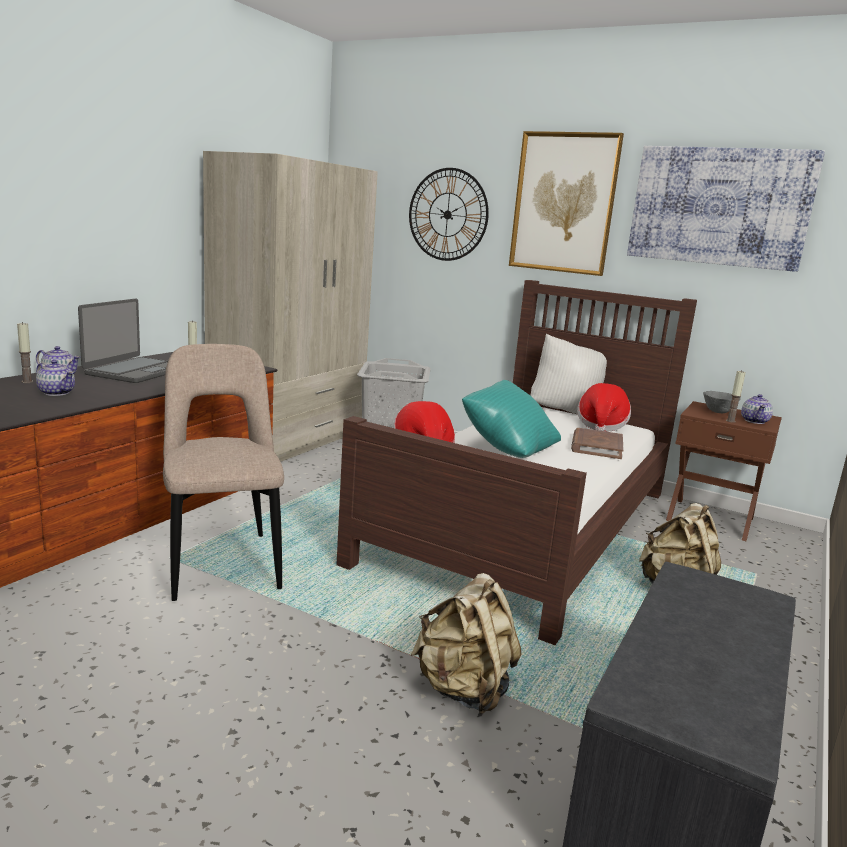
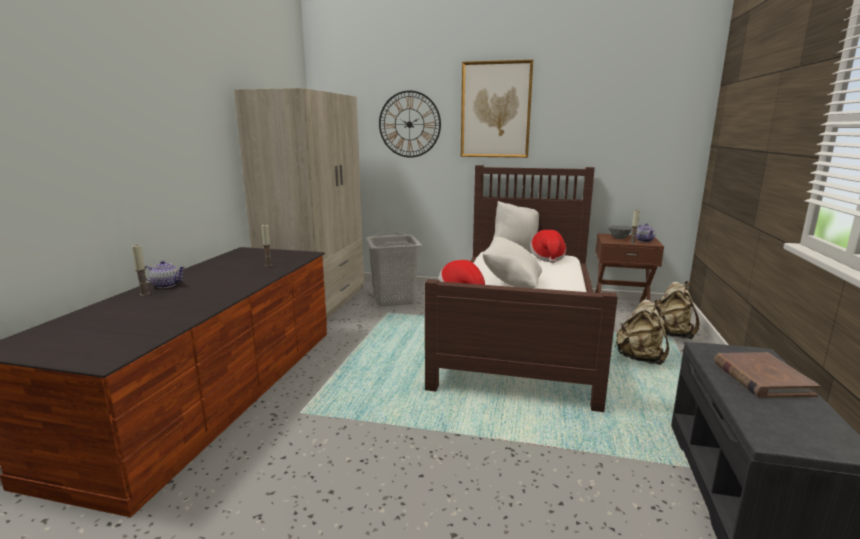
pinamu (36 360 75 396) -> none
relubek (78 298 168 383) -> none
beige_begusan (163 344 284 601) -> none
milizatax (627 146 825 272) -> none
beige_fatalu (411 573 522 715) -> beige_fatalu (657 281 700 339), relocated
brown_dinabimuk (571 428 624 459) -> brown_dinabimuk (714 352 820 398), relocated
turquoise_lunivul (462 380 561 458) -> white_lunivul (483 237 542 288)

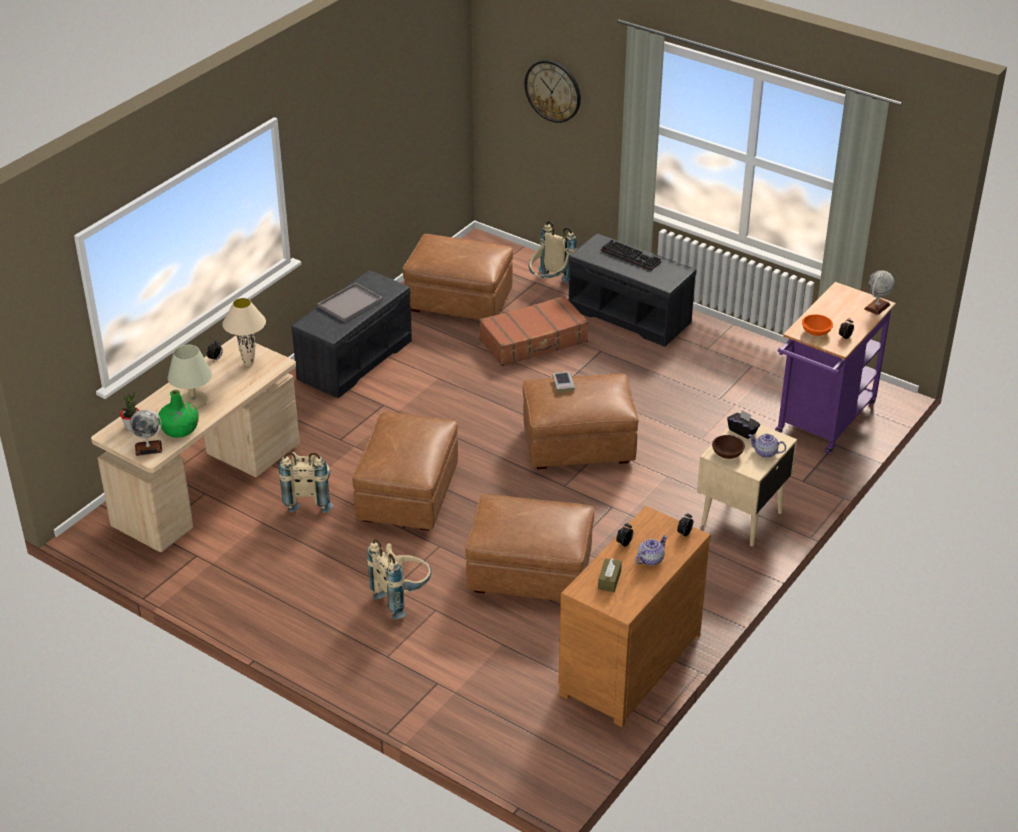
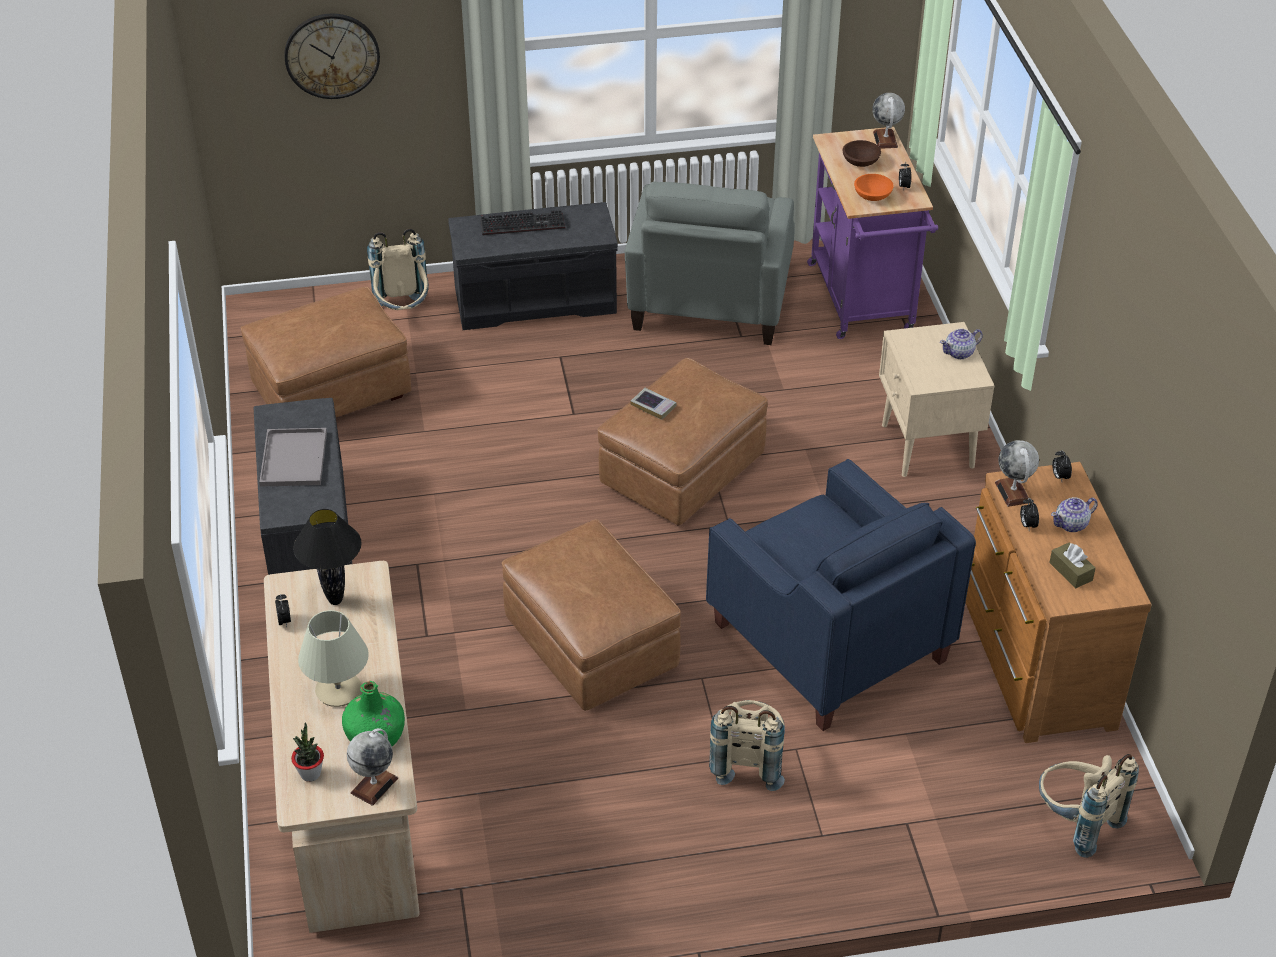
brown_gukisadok (479 295 588 366) -> none
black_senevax (727 410 760 439) -> none
none -> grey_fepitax (625 182 795 345)
none -> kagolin (995 440 1039 507)
beige_fatalu (279 452 333 513) -> beige_fatalu (1039 754 1139 858), relocated
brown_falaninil (712 435 745 459) -> brown_falaninil (842 140 881 167), relocated
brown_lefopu (465 494 594 601) -> blue_fepitax (706 459 976 731)
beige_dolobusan (222 298 266 366) -> black_dolobusan (293 509 362 605)
pinamu (635 535 668 566) -> pinamu (1051 497 1097 532), 120 degrees counterclockwise

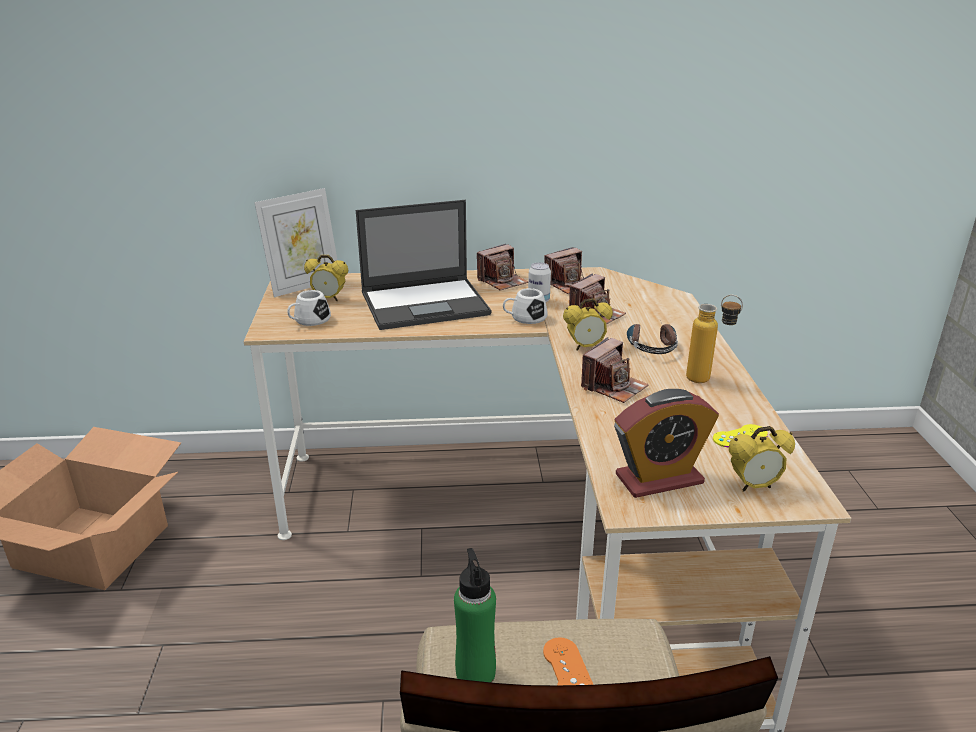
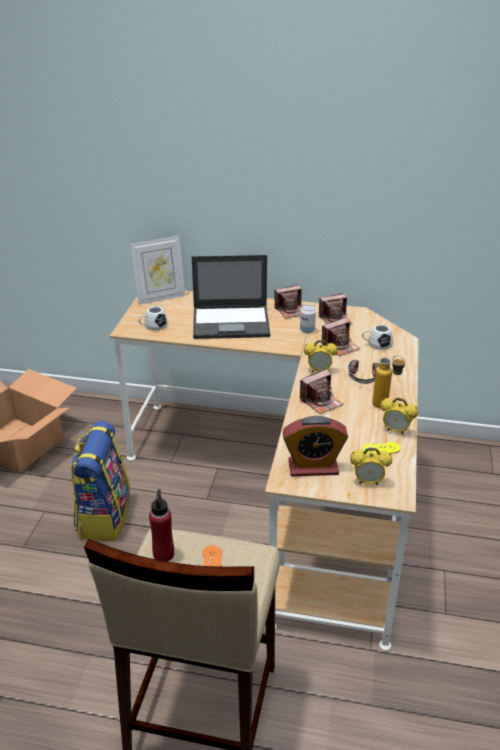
none -> fatalu (71 421 130 541)
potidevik (304 255 348 301) -> potidevik (380 398 418 435), relocated
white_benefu (503 288 547 324) -> white_benefu (362 325 393 350), relocated
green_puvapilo (454 548 496 682) -> red_puvapilo (149 489 174 562)

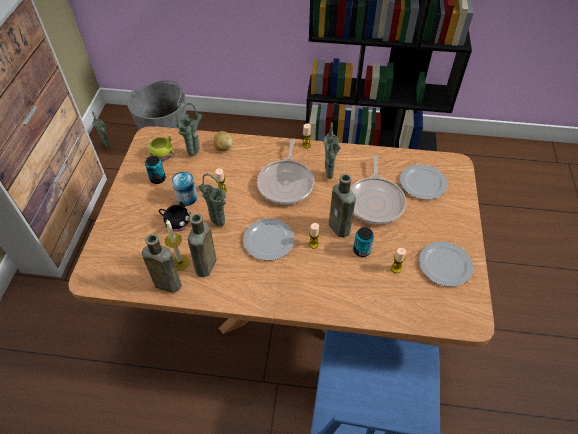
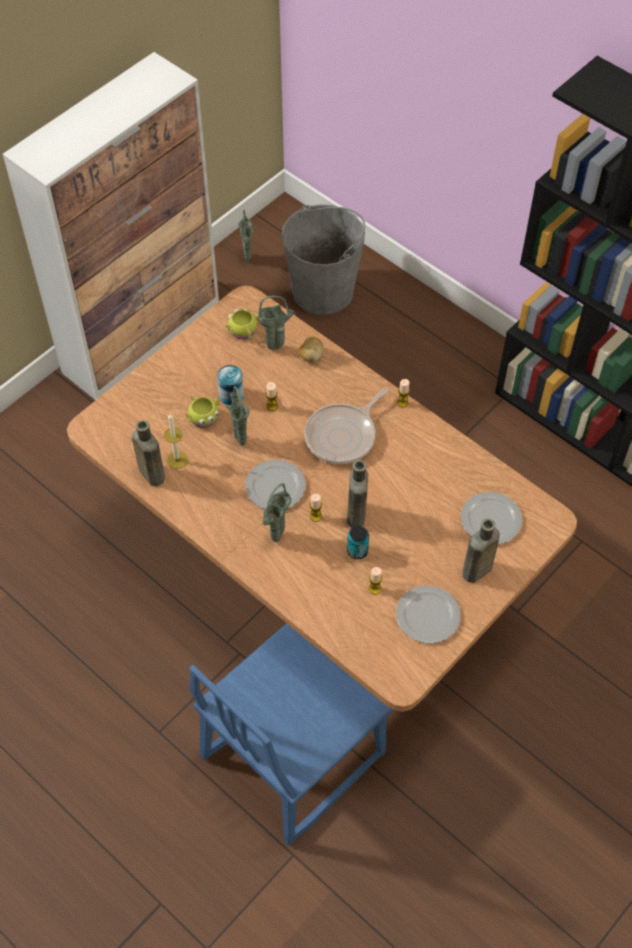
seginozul (145 156 166 184) -> none
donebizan (350 155 406 224) -> none
brown_puvapilo (188 213 216 277) -> brown_puvapilo (459 518 500 583), relocated
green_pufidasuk (323 122 340 179) -> green_pufidasuk (263 483 291 542), relocated
black_benefu (159 201 191 232) -> yellow_benefu (186 394 219 428)

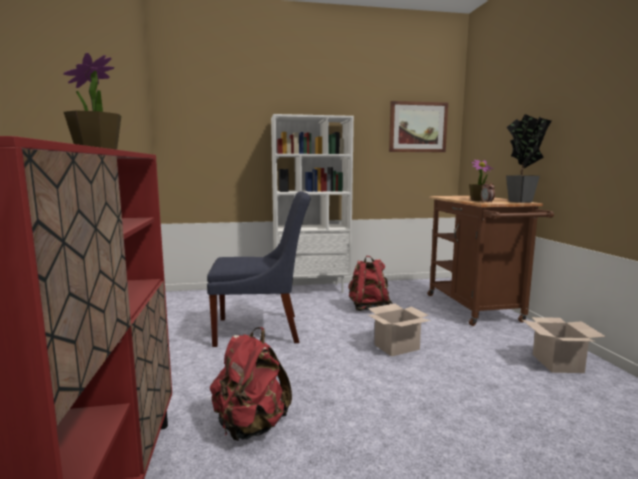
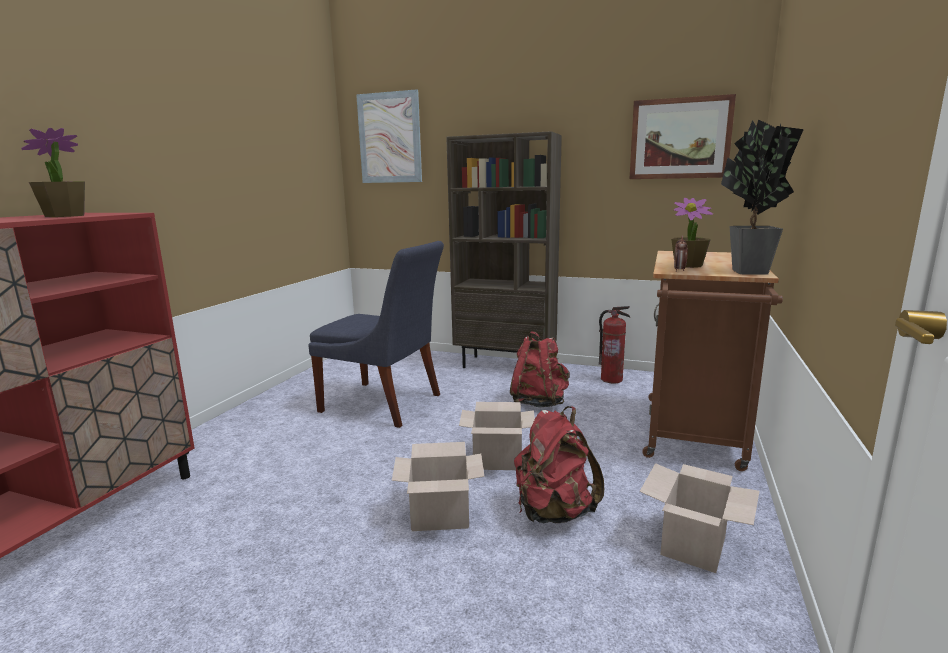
none -> milizatax (356 89 422 183)
none -> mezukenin (392 442 484 531)
none -> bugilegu (599 306 630 383)
red_fatalu (210 327 292 441) -> red_fatalu (514 406 604 523), relocated
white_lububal (271 114 354 293) -> brown_lububal (446 131 562 368)

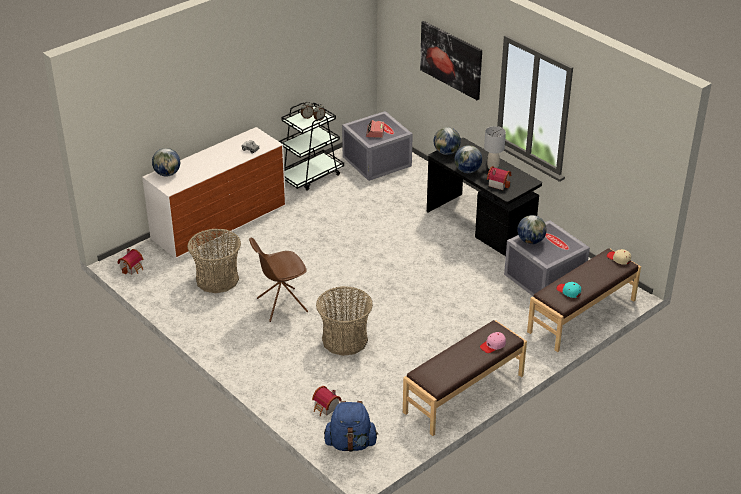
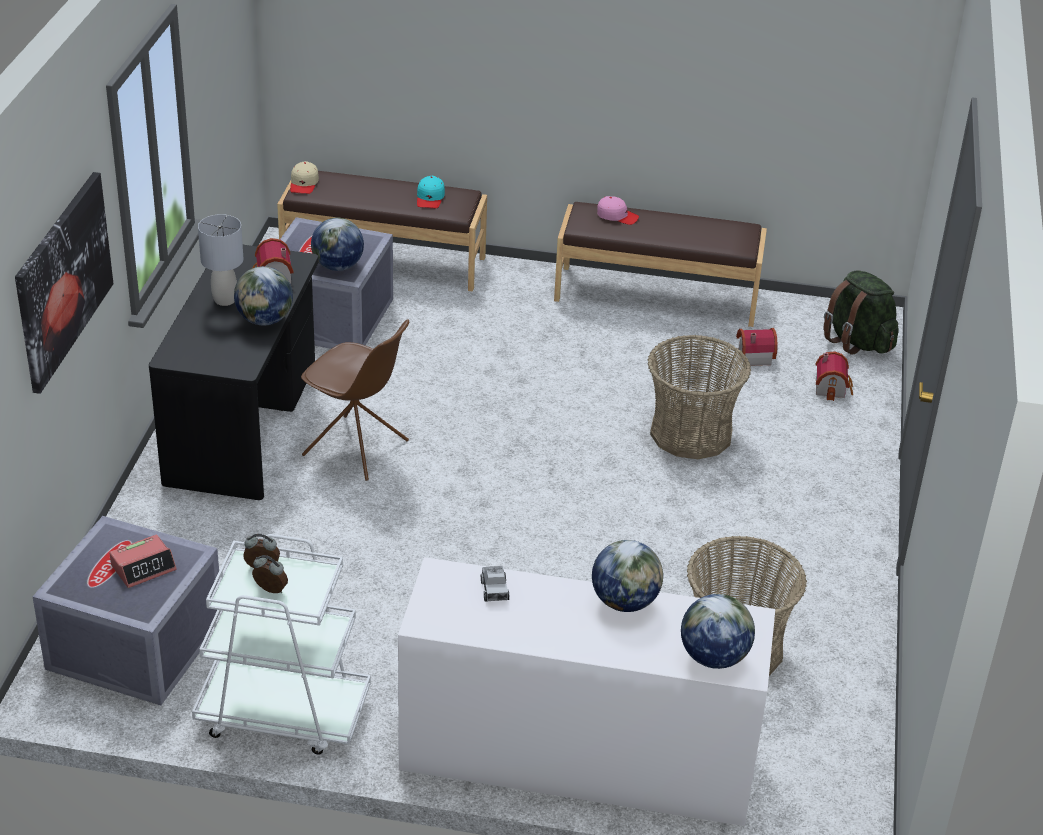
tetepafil (117 249 143 274) -> tetepafil (736 328 778 366), relocated
brown_begusan (249 237 308 322) -> brown_begusan (301 319 409 481), relocated
kagolin (434 127 461 155) -> kagolin (592 540 663 612), relocated
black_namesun (279 102 344 191) -> white_namesun (192 534 371 755)
blue_fatalu (324 401 378 452) -> green_fatalu (823 270 899 355)

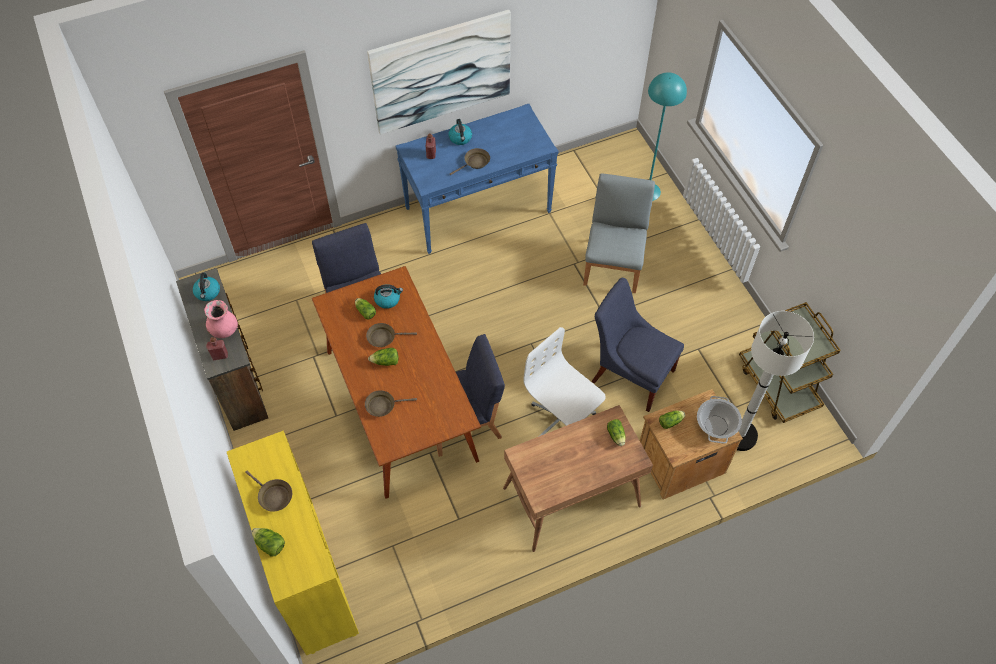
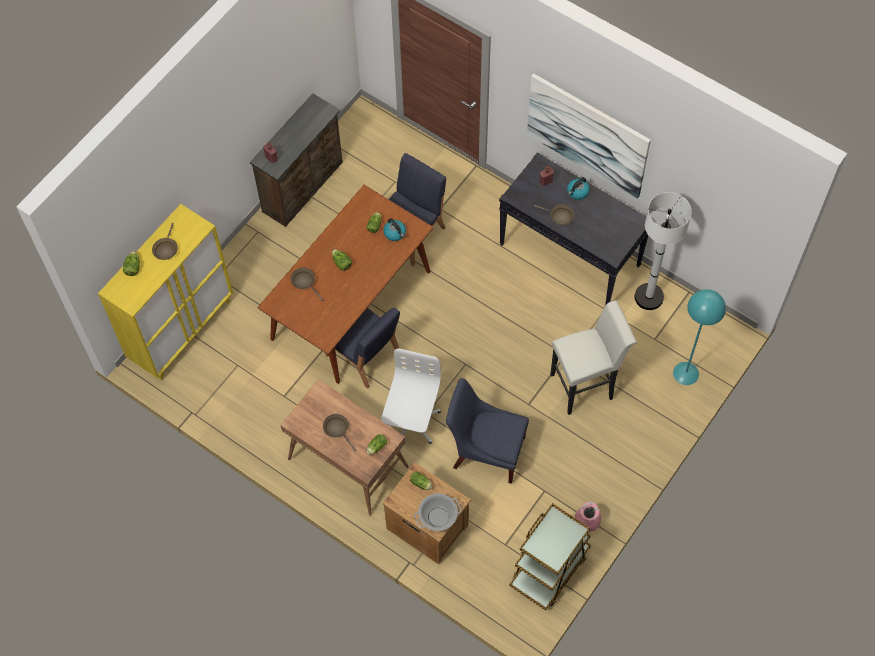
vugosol (193 273 220 301) -> none
pink_pufidasuk (204 300 238 338) -> pink_pufidasuk (575 502 601 532), relocated
brown_donebizan (366 323 417 347) -> brown_donebizan (323 414 356 451), relocated
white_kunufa (737 311 814 451) -> white_kunufa (635 192 692 310), relocated
grey_begusan (583 173 655 293) -> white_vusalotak (550 301 637 415)
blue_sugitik (396 104 558 254) -> black_sugitik (499 153 648 306)
blue_begusan (591 278 684 412) -> blue_begusan (446 378 529 484), 75 degrees counterclockwise

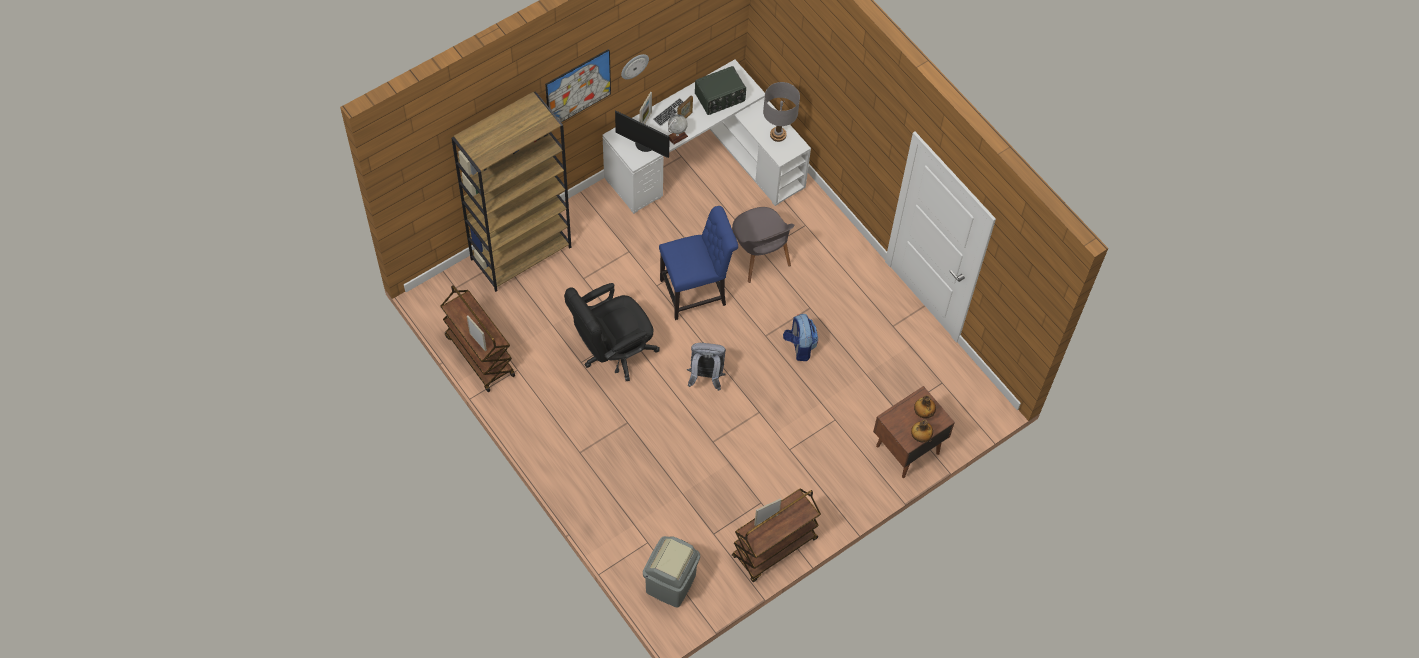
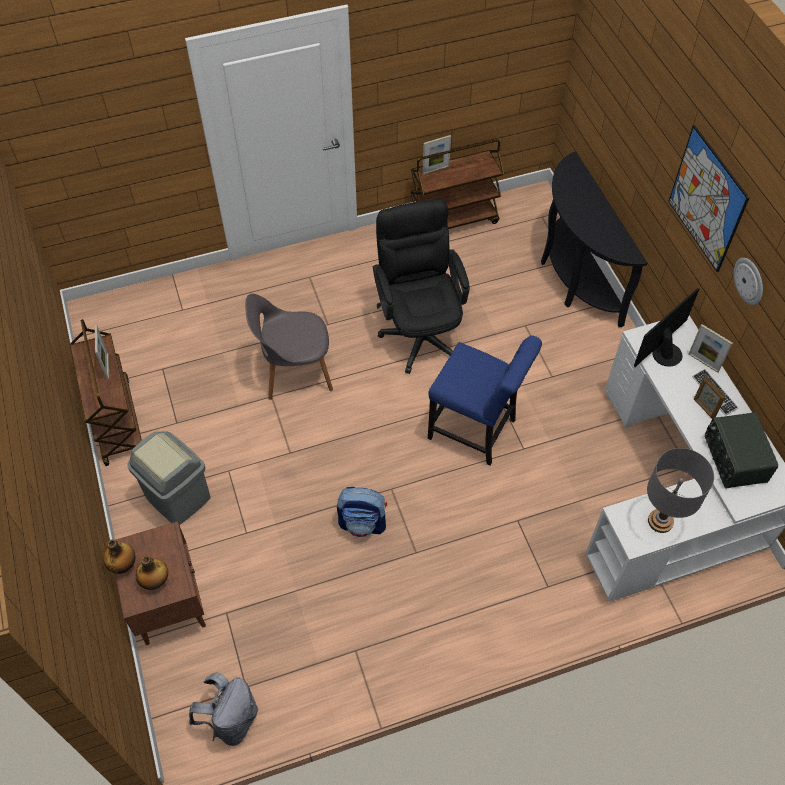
kagolin (668 114 688 145) -> none
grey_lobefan (643 536 700 608) -> grey_lobefan (127 431 211 525), relocated
grey_fatalu (687 342 726 391) -> grey_fatalu (189 673 258 746), relocated
grey_begusan (732 207 794 283) -> grey_begusan (245 294 333 400), relocated
brown_lububal (451 91 571 292) -> black_sugitik (541 151 647 327)
blue_begusan (659 206 738 320) -> blue_begusan (428 335 542 466), 60 degrees counterclockwise

